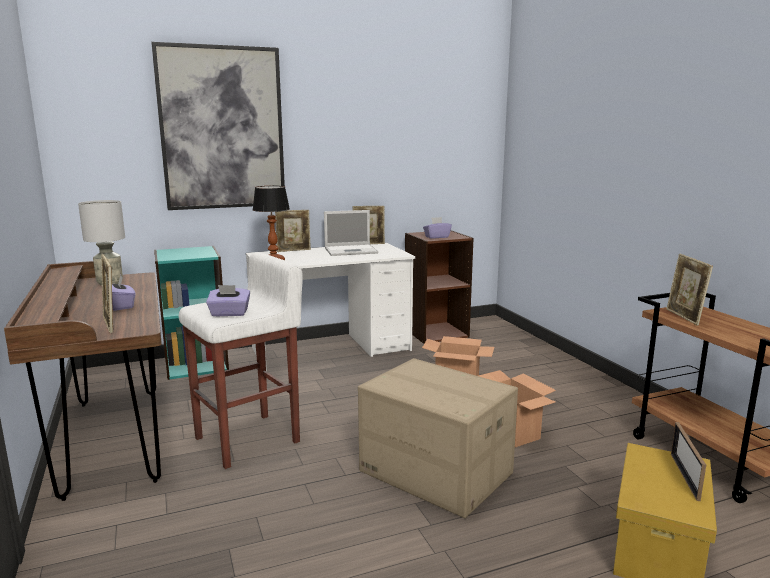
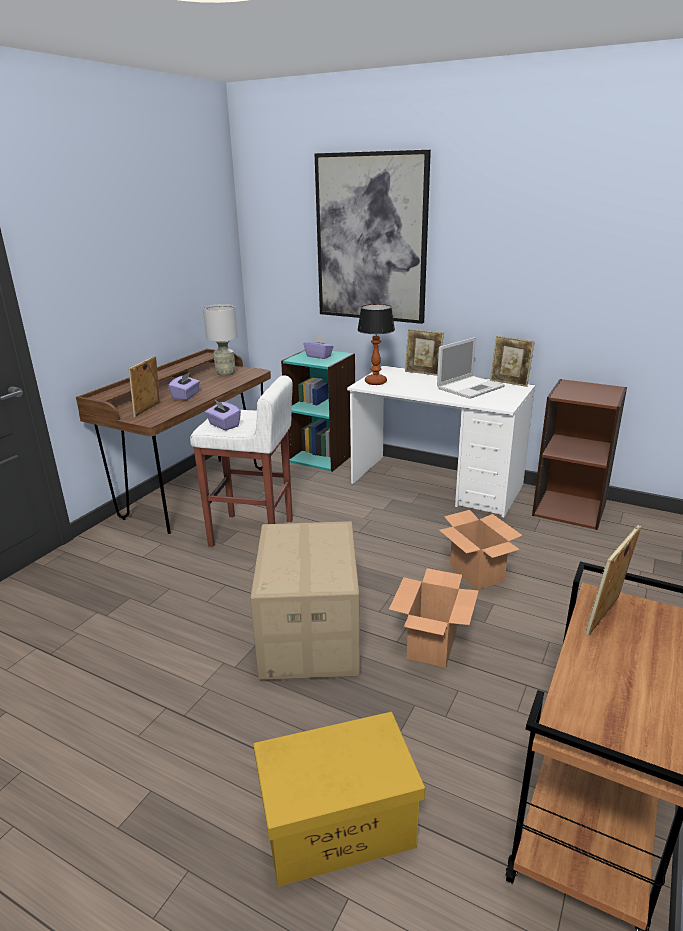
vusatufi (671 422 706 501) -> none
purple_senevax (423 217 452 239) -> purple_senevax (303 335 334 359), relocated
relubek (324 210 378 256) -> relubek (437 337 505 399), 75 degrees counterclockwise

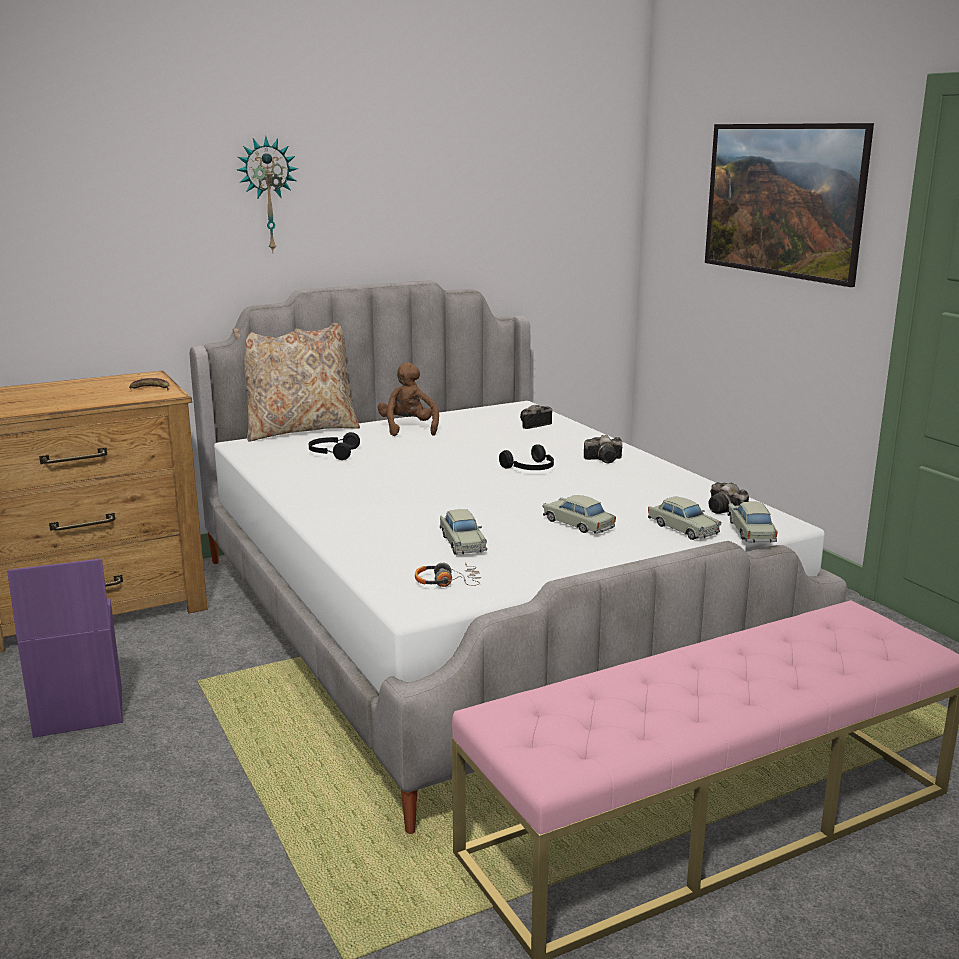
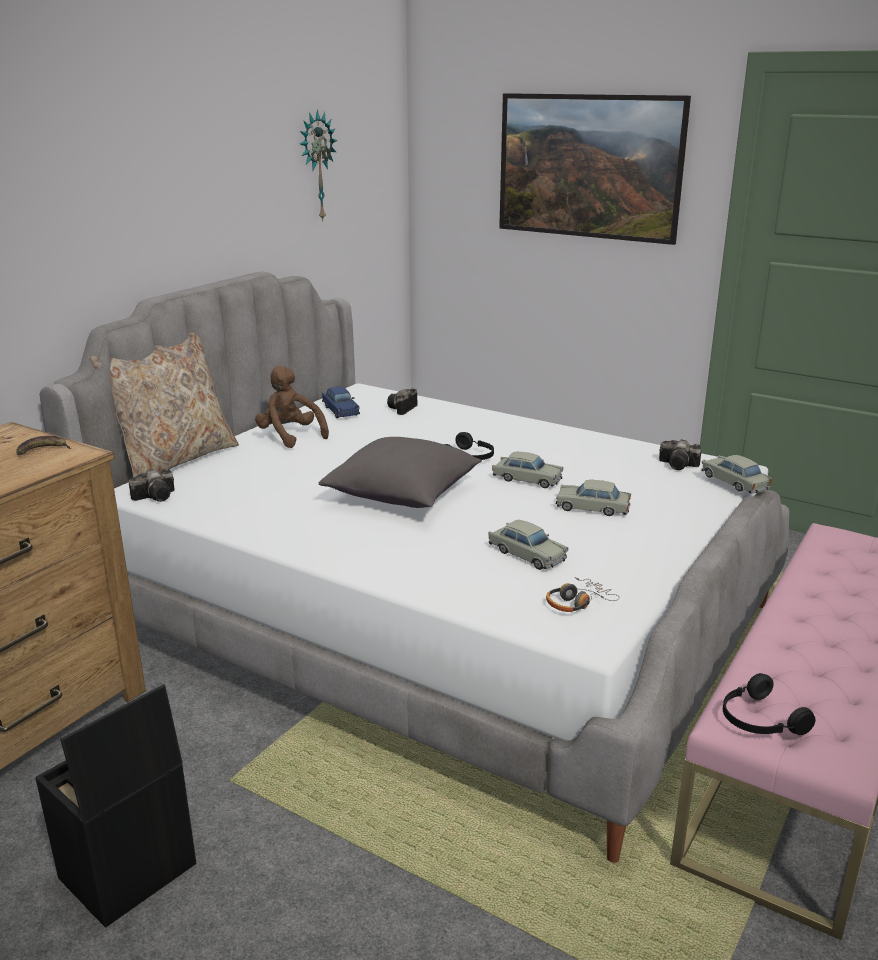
none -> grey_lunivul (319 437 482 508)
none -> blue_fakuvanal (322 387 360 418)
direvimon (237 136 298 252) -> direvimon (300 110 337 222), relocated
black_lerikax (308 432 360 460) -> black_lerikax (723 673 815 735), relocated
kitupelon (584 435 622 463) -> kitupelon (129 468 175 502), relocated
beige_fakuvanal (648 497 721 540) -> beige_fakuvanal (492 452 563 488), relocated
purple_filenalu (7 559 123 738) -> black_filenalu (35 684 196 928)

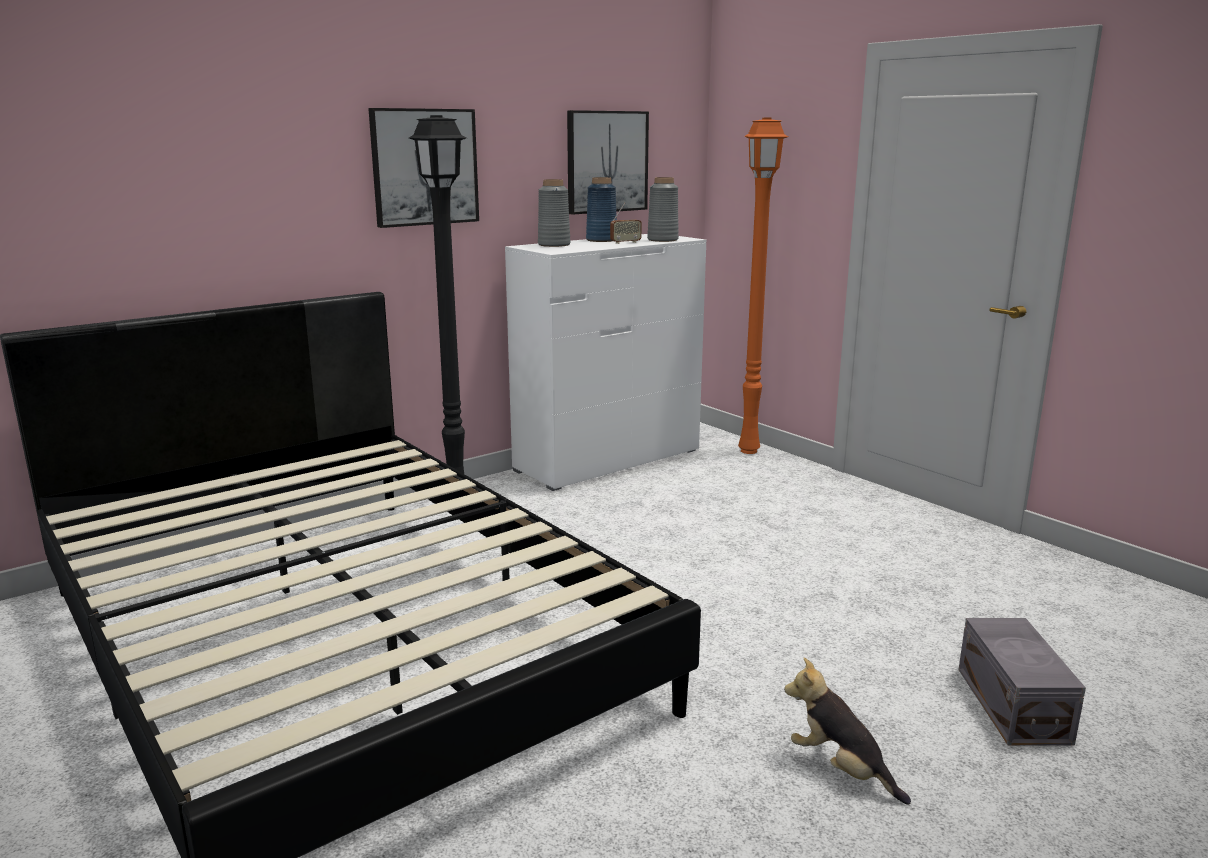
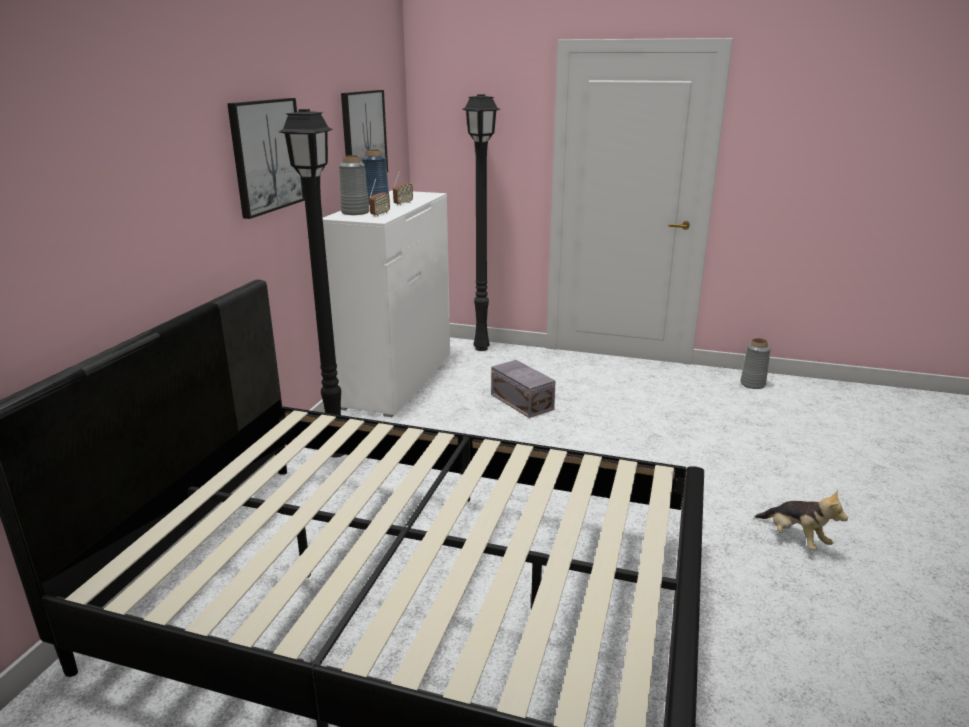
none -> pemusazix (369 179 390 217)
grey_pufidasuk (647 177 679 242) -> grey_pufidasuk (740 338 771 389), relocated
grey_filenalu (958 618 1086 745) -> grey_filenalu (491 360 556 418), relocated
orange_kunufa (738 118 788 454) -> black_kunufa (462 94 501 351)
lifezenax (784 658 911 804) -> lifezenax (755 490 848 550), 135 degrees counterclockwise

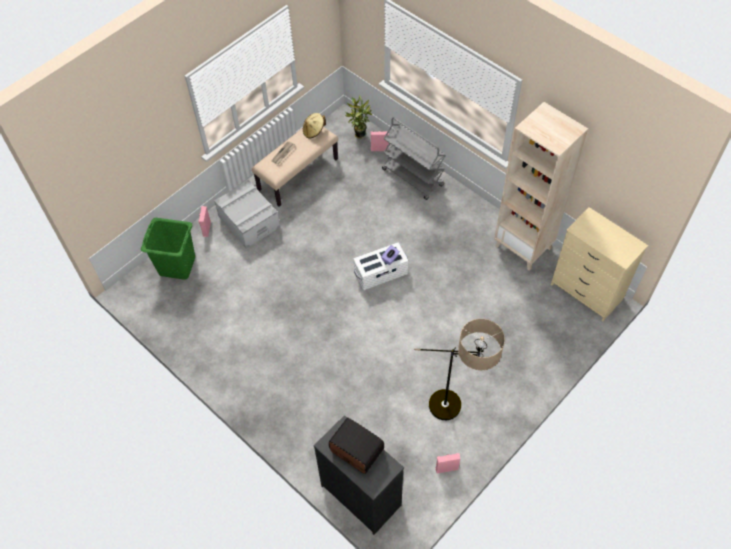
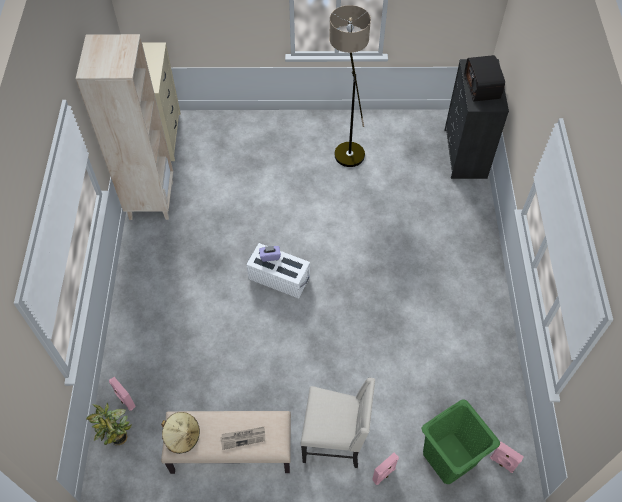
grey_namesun (382 117 446 200) -> none
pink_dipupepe (435 453 460 474) -> pink_dipupepe (490 441 524 473), relocated
grey_filenalu (214 180 280 249) -> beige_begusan (300 378 375 468)

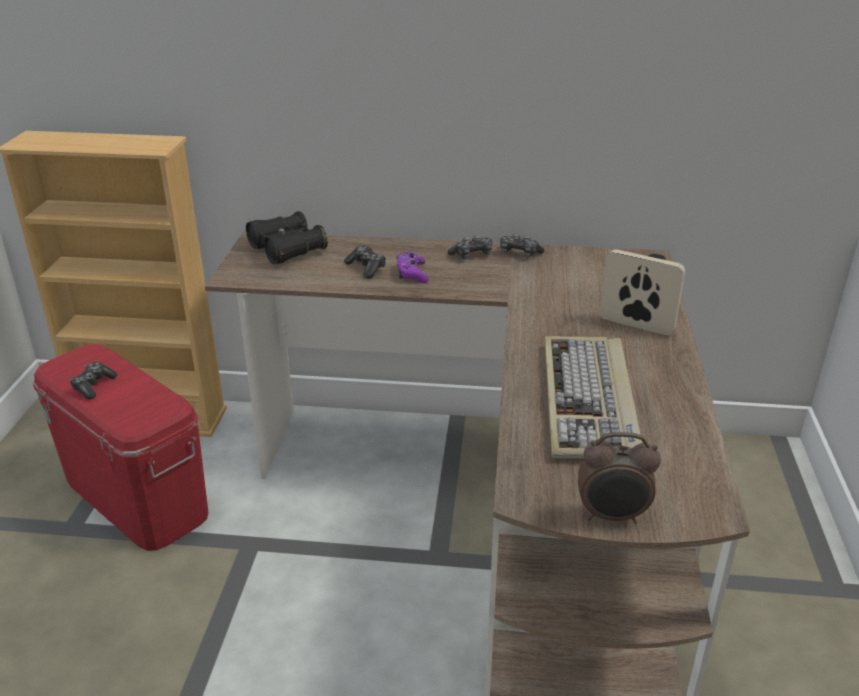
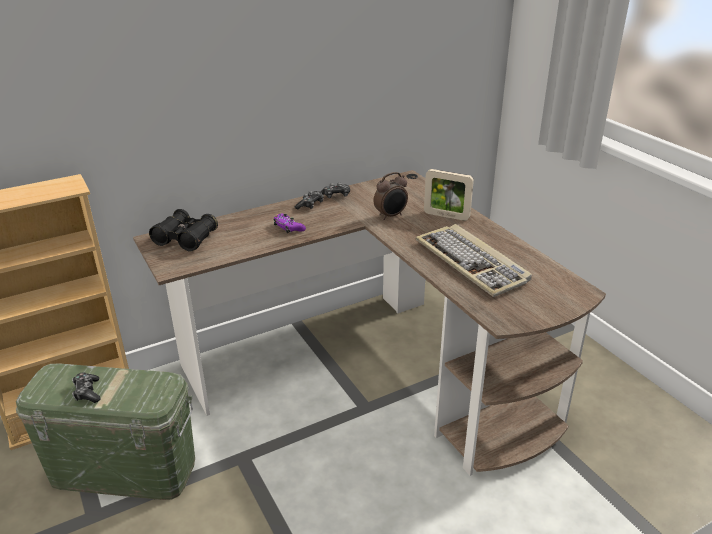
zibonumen (344 245 386 278) -> none
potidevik (578 432 661 524) -> potidevik (374 172 408 220), relocated
red_filenalu (33 344 209 551) -> green_filenalu (16 363 195 500)
vusatufi (600 249 685 335) -> vusatufi (424 169 474 221), 150 degrees counterclockwise

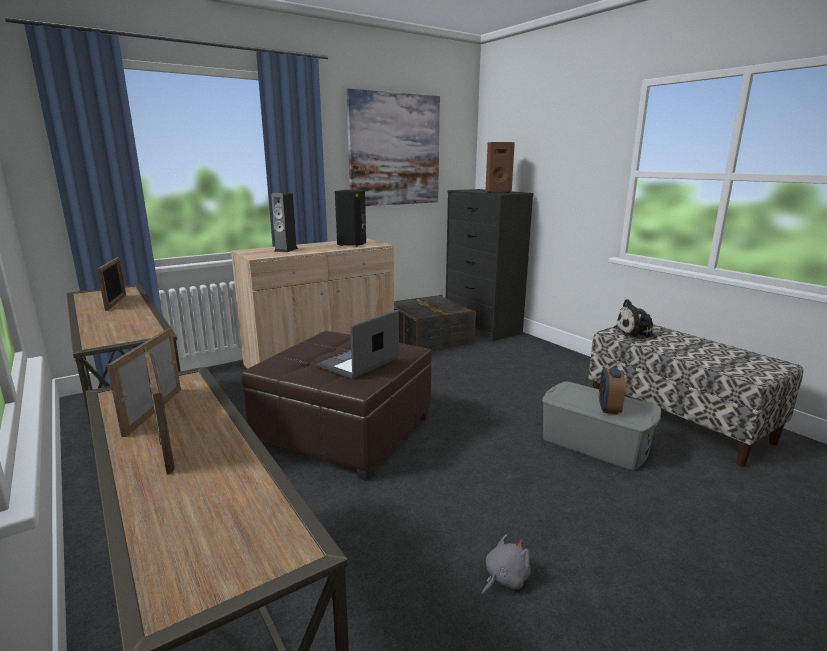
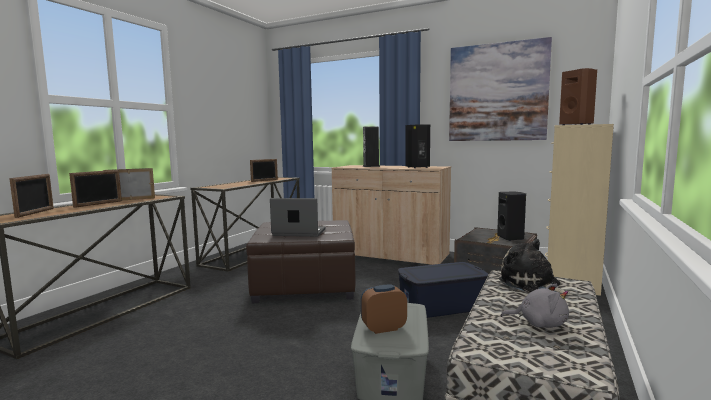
none -> vusatufi (9 174 54 218)
none -> blue_filenalu (398 262 489 318)
none -> black_dipupepe (497 192 526 241)
grey_lifezenax (481 534 531 596) -> grey_lifezenax (501 284 569 328), relocated
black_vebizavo (446 189 534 341) -> beige_vebizavo (545 124 614 296)

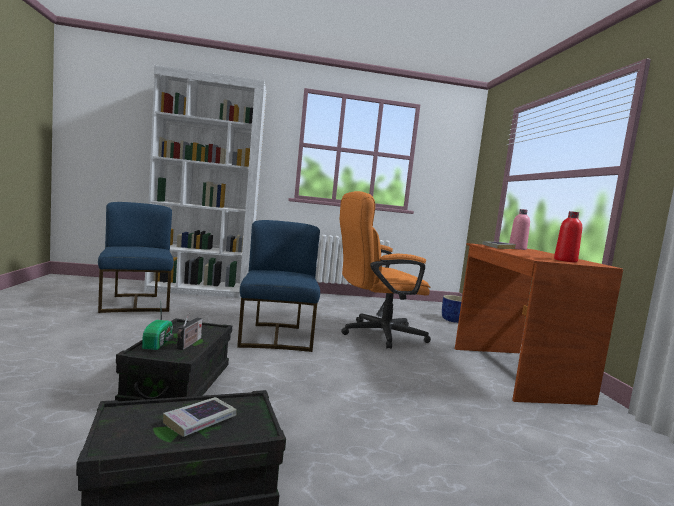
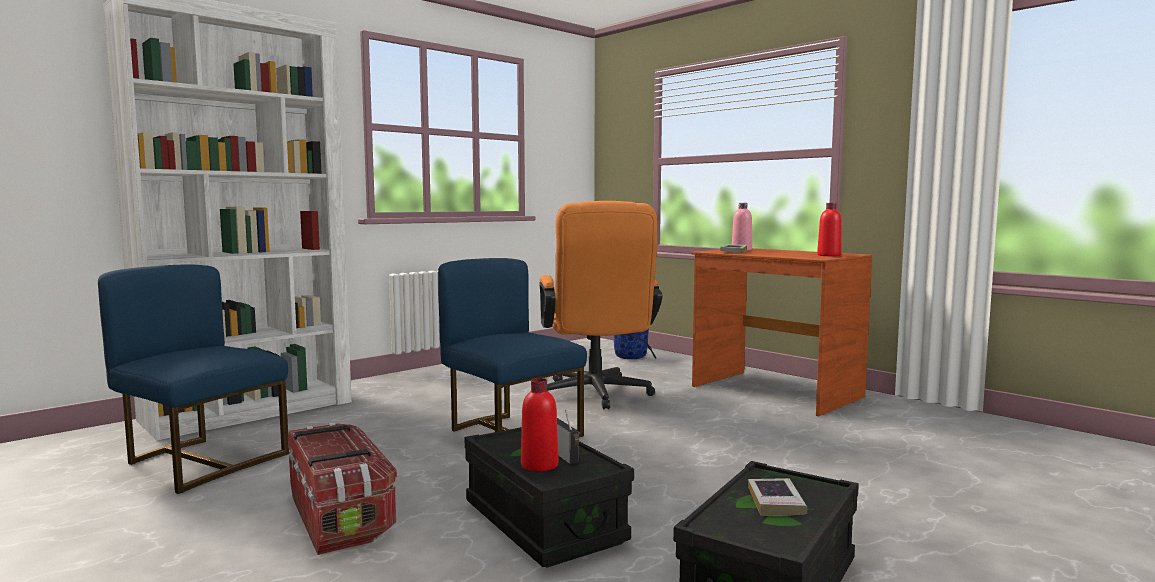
none -> filenalu (288 422 397 555)
pemusazix (142 307 174 350) -> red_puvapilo (521 378 559 471)
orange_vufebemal (340 191 431 349) -> orange_vufebemal (539 201 662 409), 45 degrees counterclockwise

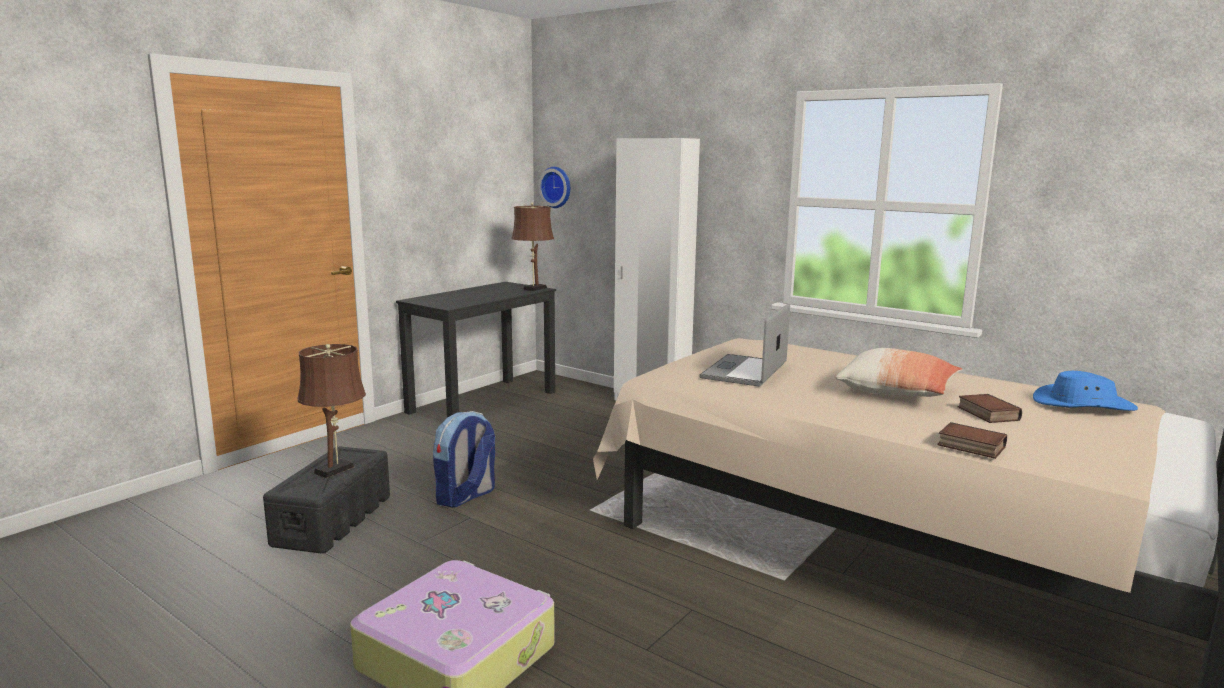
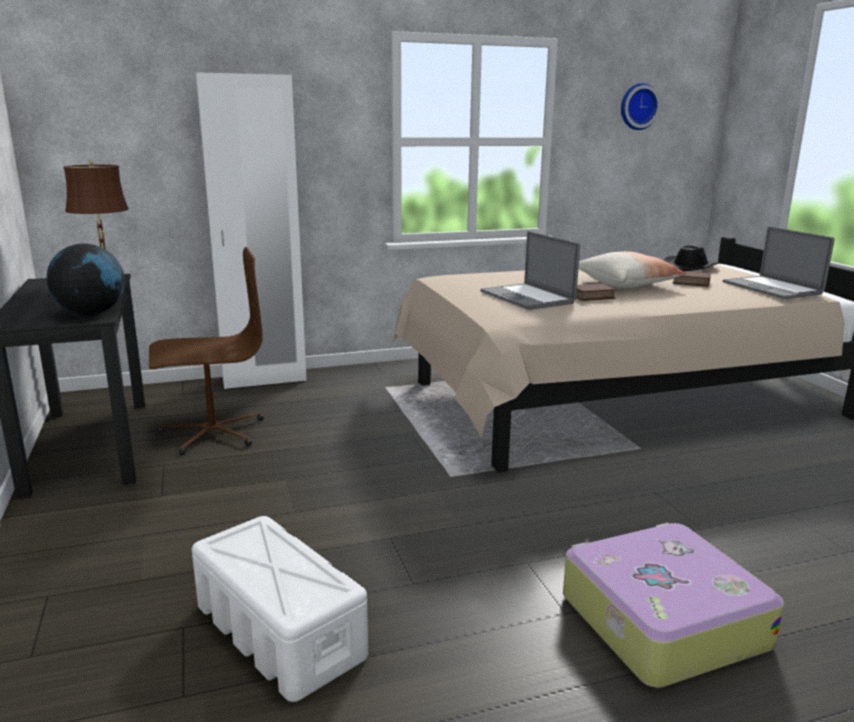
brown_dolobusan (298 344 366 478) -> none
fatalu (433 411 495 508) -> none
none -> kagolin (47 244 125 316)
none -> brown_vufebemal (149 247 264 455)
none -> relubek (723 226 835 299)
direvimon (538 167 570 208) -> direvimon (621 83 661 130), relocated
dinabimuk (937 422 1007 459) -> dinabimuk (576 283 616 301), relocated
black_filenalu (263 447 390 553) -> white_filenalu (192 516 368 702)
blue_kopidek (1033 371 1138 411) -> black_kopidek (664 245 719 271)

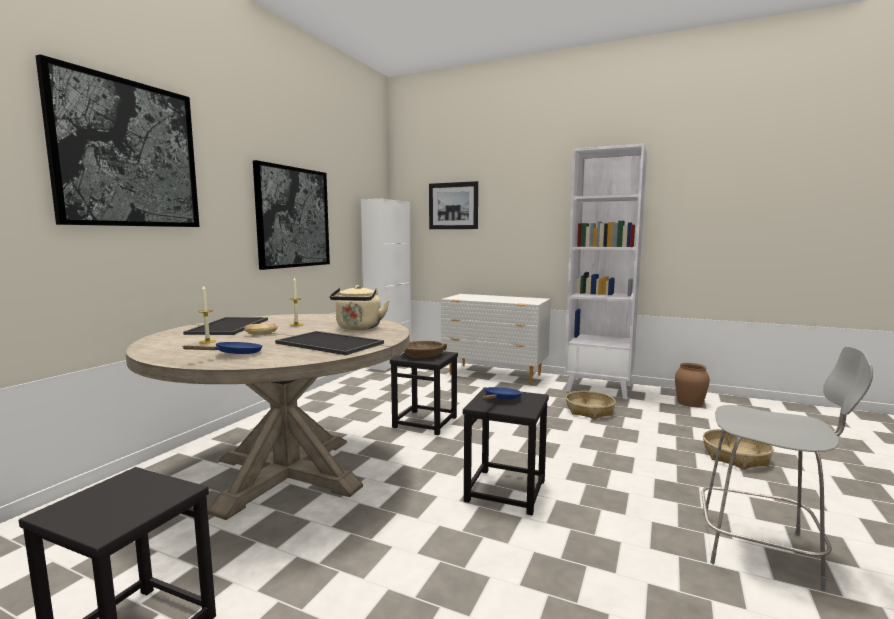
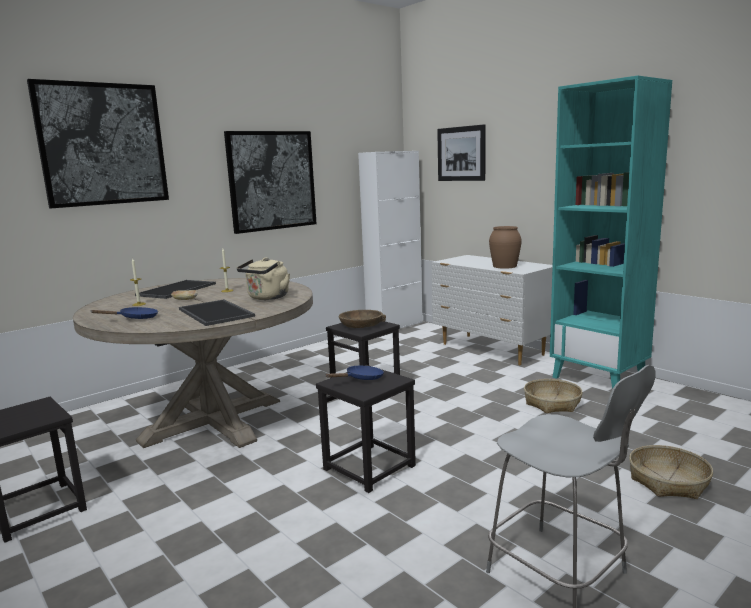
brown_pufidasuk (675 363 710 407) -> brown_pufidasuk (489 226 522 269), relocated
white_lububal (565 144 647 399) -> turquoise_lububal (550 76 672 389)

